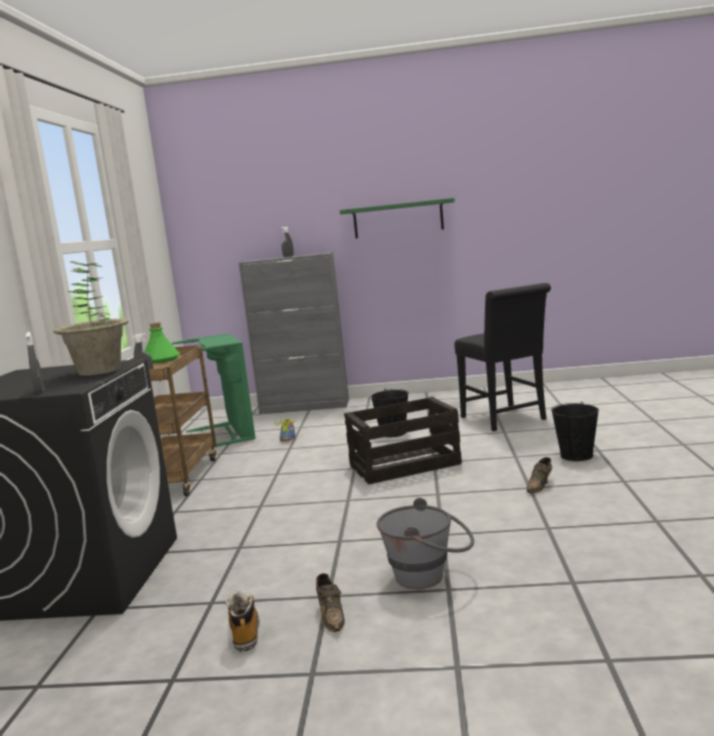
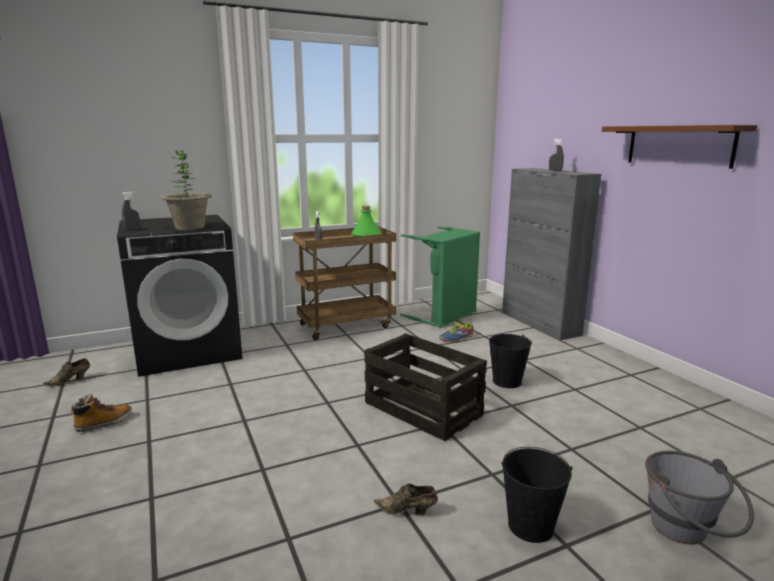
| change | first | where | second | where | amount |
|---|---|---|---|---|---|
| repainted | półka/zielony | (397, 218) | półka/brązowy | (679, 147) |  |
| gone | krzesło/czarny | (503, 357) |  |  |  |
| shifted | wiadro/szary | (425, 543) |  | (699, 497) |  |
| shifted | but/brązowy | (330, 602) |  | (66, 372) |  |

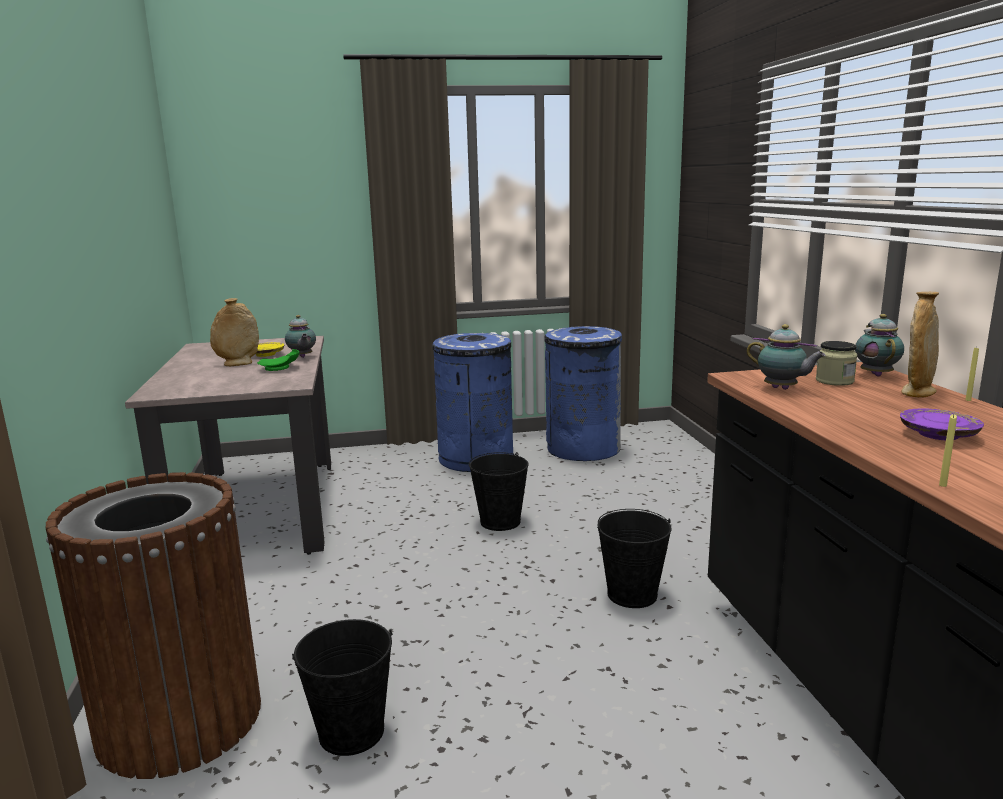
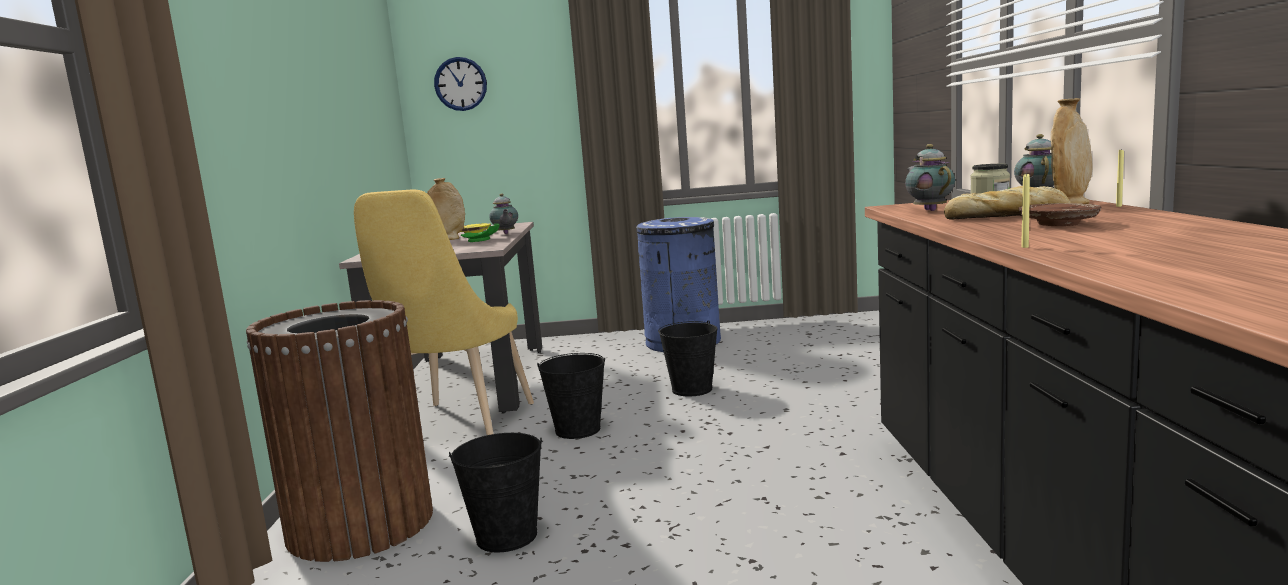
| change | first | where | second | where | amount |
|---|---|---|---|---|---|
| rotated | imbryk | (786, 357) |  | (930, 177) | 150 degrees counterclockwise |
| gone | kosz na śmieci/niebieski | (583, 393) |  |  |  |
| repainted | talerz/fioletowy | (942, 424) | talerz/brązowy | (1060, 214) |  |
| shifted | wiadro/czarny | (634, 558) |  | (571, 396) |  |
| new |  |  | zegar ścienny | (460, 84) |  |
| new |  |  | chleb | (1007, 203) |  |
| new |  |  | krzesło/żółty | (444, 312) |  |

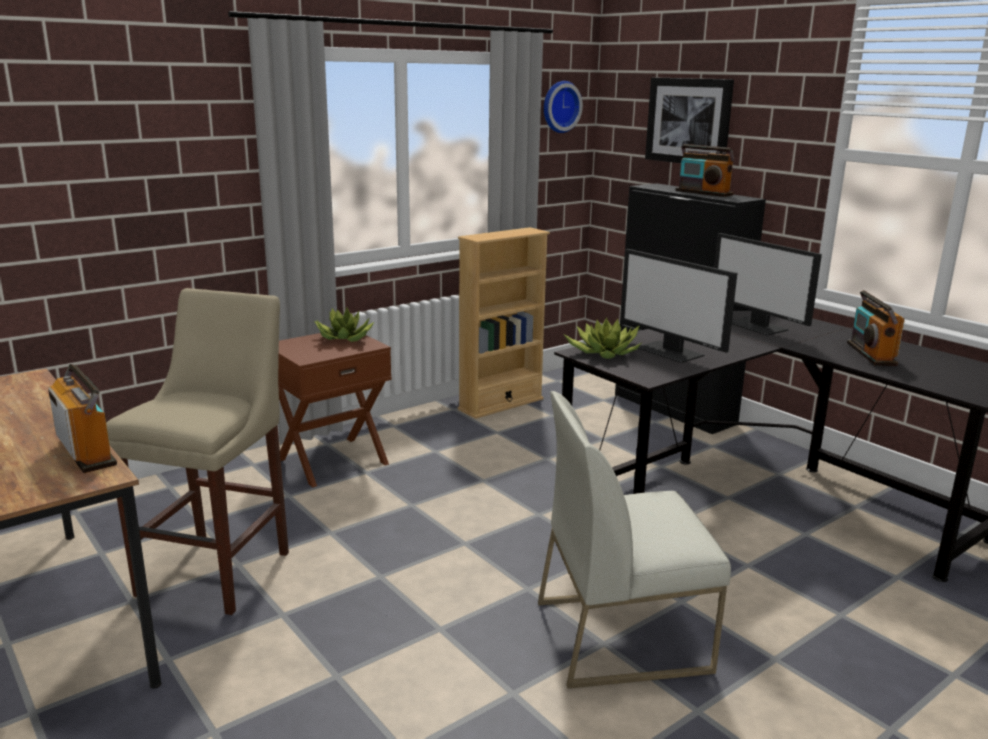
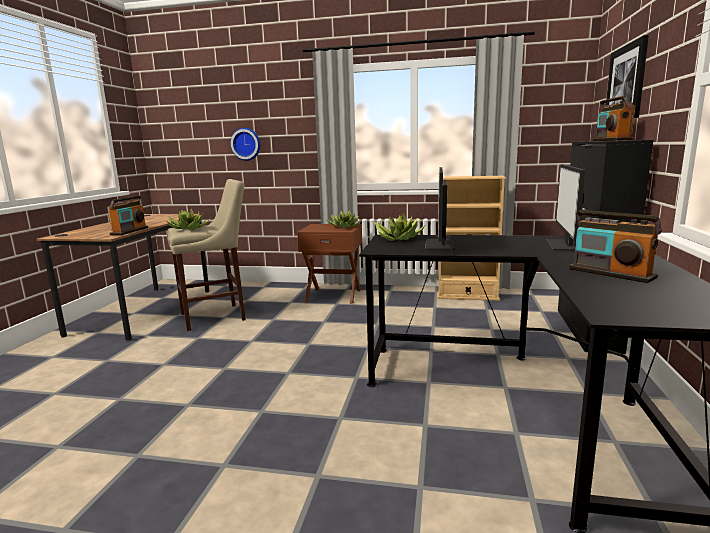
| change | first | where | second | where | amount |
|---|---|---|---|---|---|
| shifted | zegar ścienny | (563, 107) |  | (246, 144) |  |
| rotated | radio | (876, 328) |  | (615, 246) | 90 degrees counterclockwise |
| gone | krzesło/biały | (634, 540) |  |  |  |
| new |  |  | roślina doniczkowa | (188, 219) |  |

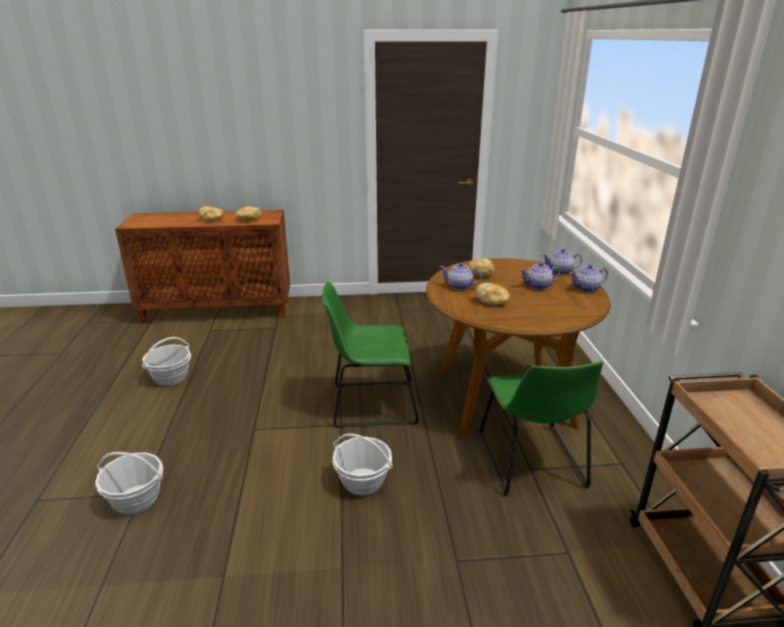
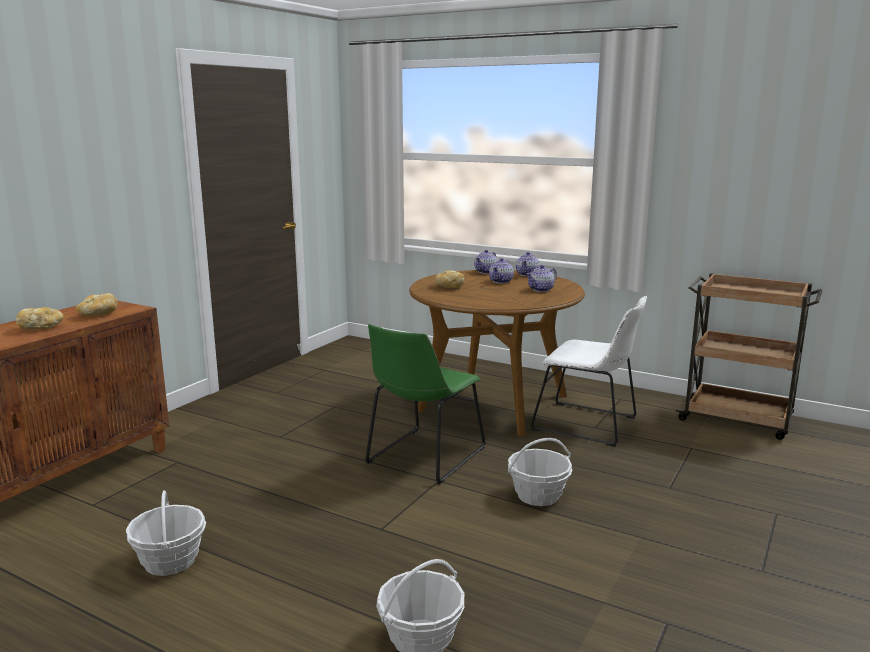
| change | first | where | second | where | amount |
|---|---|---|---|---|---|
| shifted | imbryk | (461, 276) |  | (541, 278) |  |
| gone | chleb | (492, 294) |  |  |  |
| repainted | krzesło/zielony | (541, 428) | krzesło/biały | (588, 371) |  |

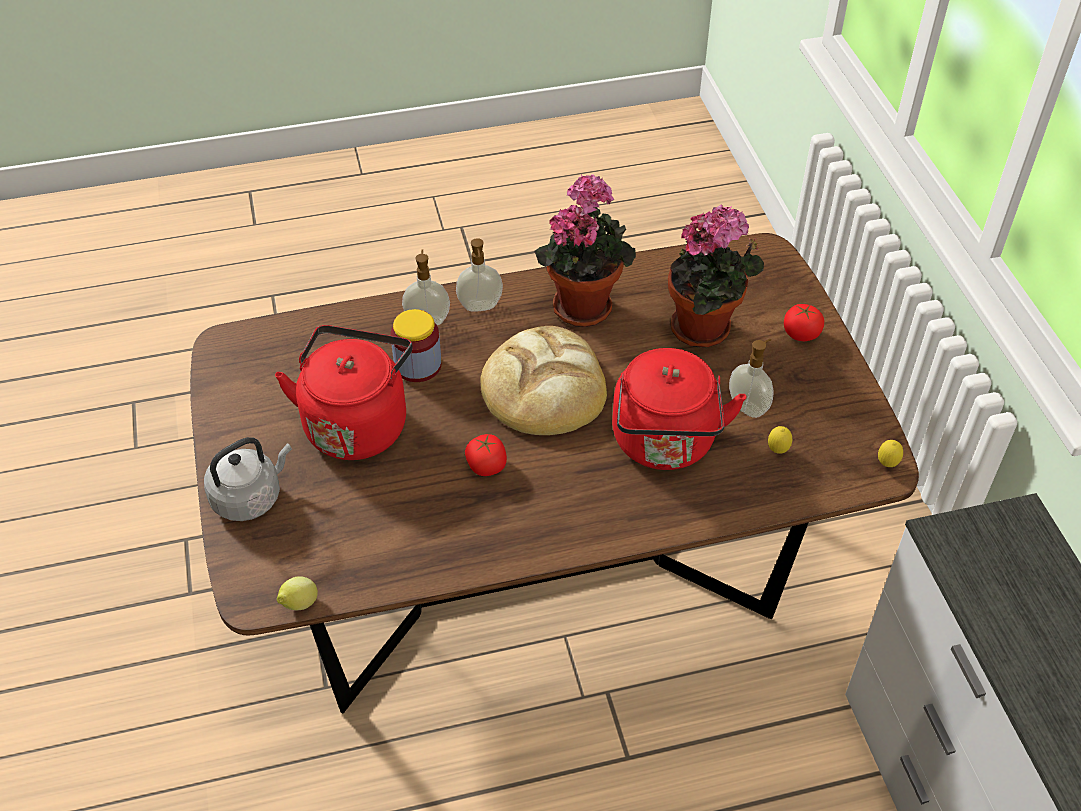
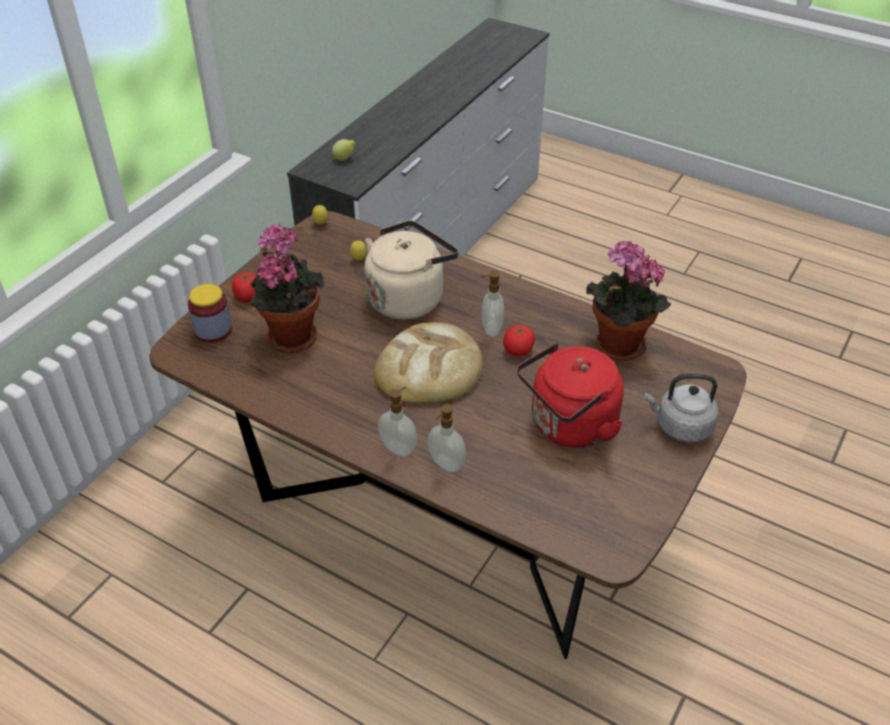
| change | first | where | second | where | amount |
|---|---|---|---|---|---|
| shifted | roślina doniczkowa | (585, 250) |  | (628, 301) |  |
| shifted | słoik | (415, 345) |  | (210, 313) |  |
| shifted | dozownik mydła | (751, 378) |  | (492, 304) |  |
| repainted | czajnik/czerwony | (679, 409) | czajnik/beżowy | (412, 269) |  |
| shifted | cytryna | (297, 593) |  | (344, 150) |  |

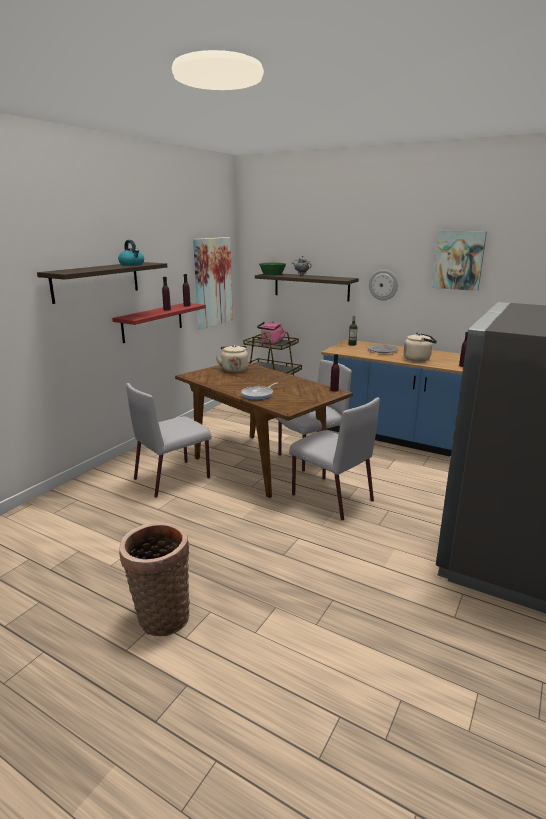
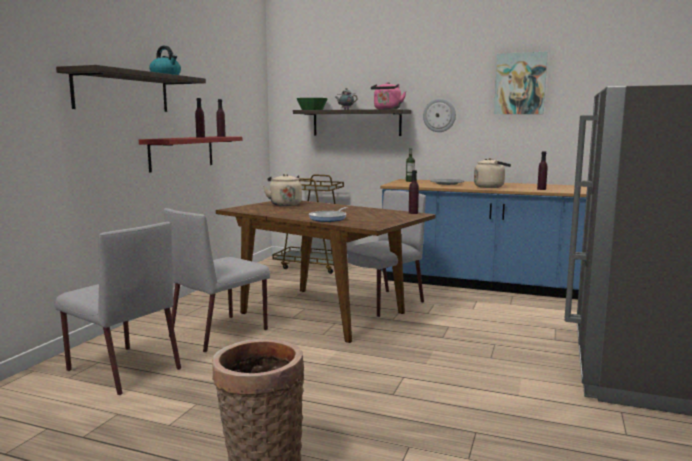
| change | first | where | second | where | amount |
|---|---|---|---|---|---|
| gone | obraz | (213, 283) |  |  |  |
| shifted | czajnik/różowy | (271, 332) |  | (388, 95) |  |
| shifted | krzesło/szary | (334, 458) |  | (118, 308) |  |

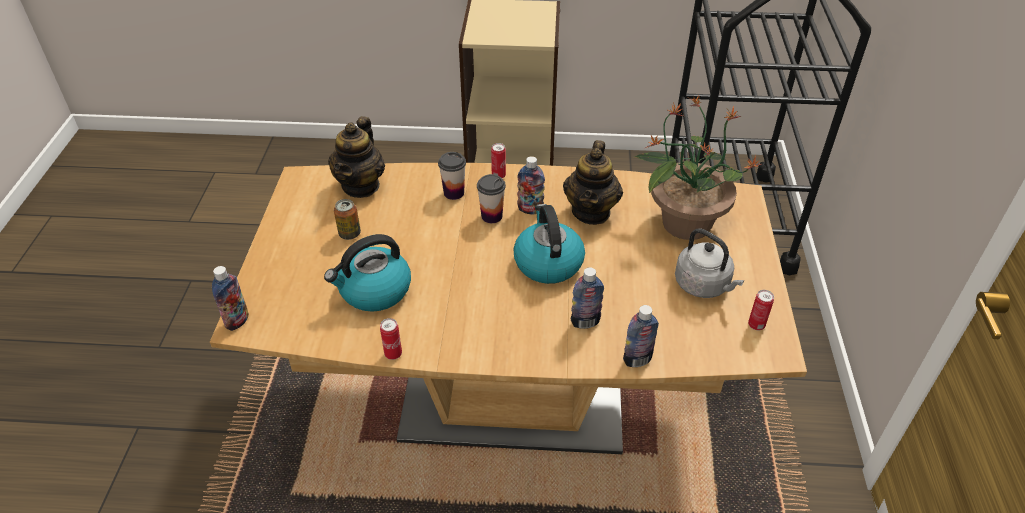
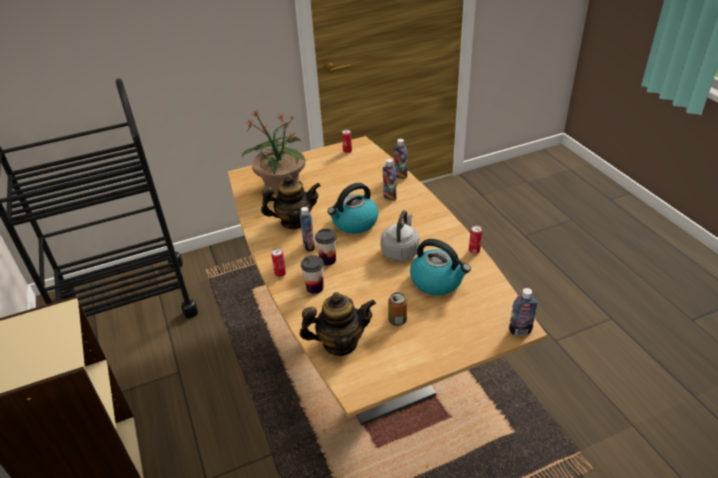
| change | first | where | second | where | amount |
|---|---|---|---|---|---|
| shifted | czajnik/szary | (709, 263) |  | (400, 235) |  |

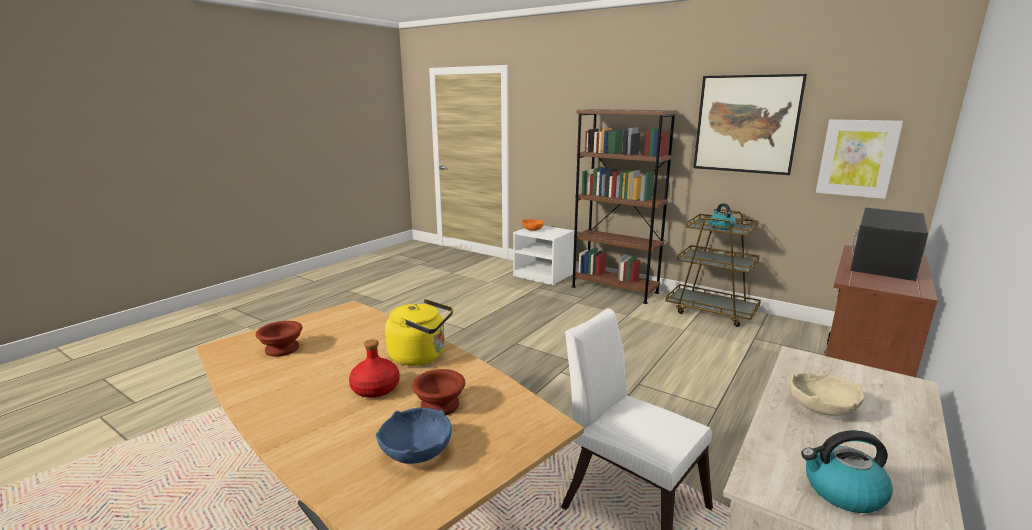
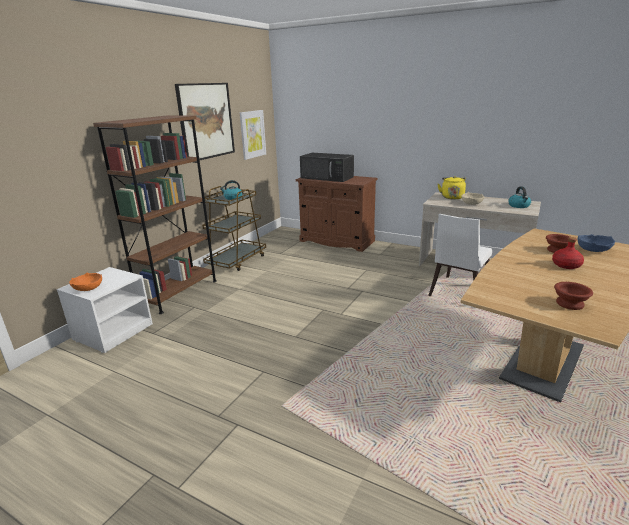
| change | first | where | second | where | amount |
|---|---|---|---|---|---|
| shifted | czajnik/żółty | (419, 332) |  | (452, 187) |  |

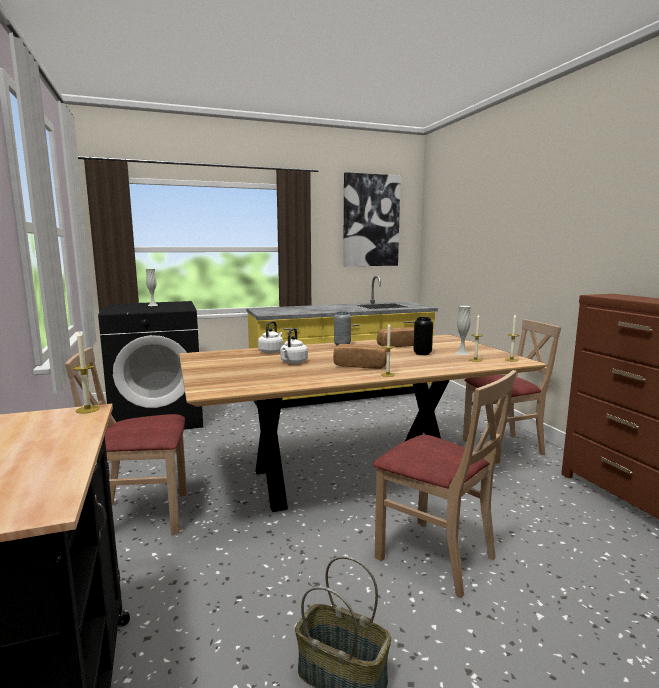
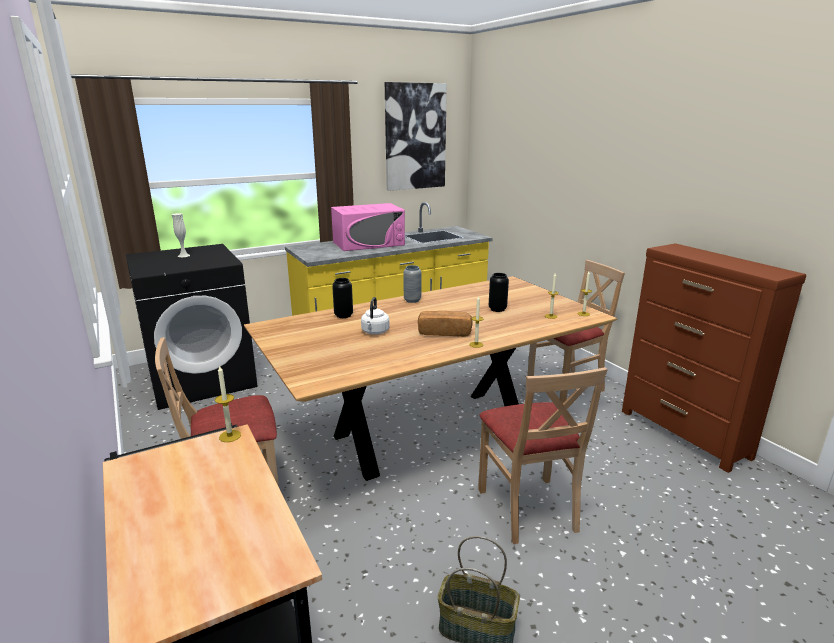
| change | first | where | second | where | amount |
|---|---|---|---|---|---|
| gone | wazon/biały | (463, 330) |  |  |  |
| swapped | czajnik/biały | (270, 337) | wazon/czarny | (342, 298) |  |
| gone | chleb | (395, 337) |  |  |  |
| rotated | krzesło/beżowy | (445, 484) |  | (543, 455) | 45 degrees clockwise |
| new |  |  | mikrofalówka/różowy | (368, 227) |  |

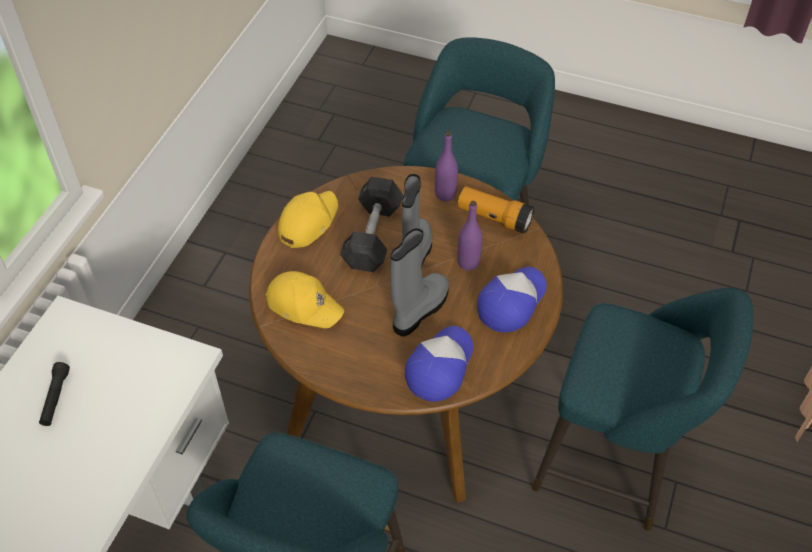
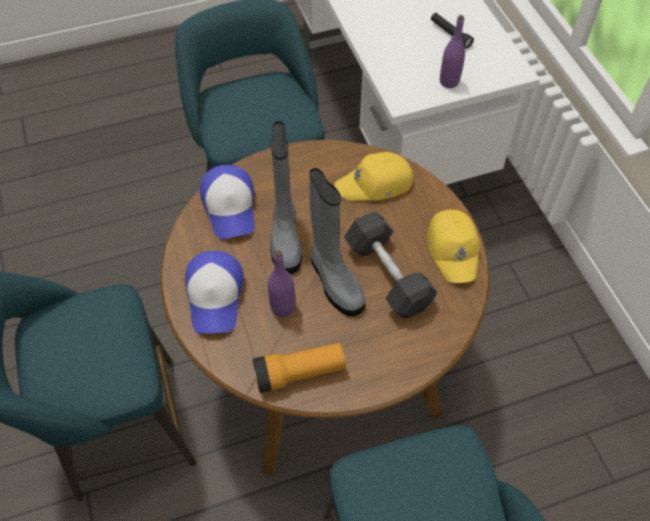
| change | first | where | second | where | amount |
|---|---|---|---|---|---|
| shifted | butelka/fioletowy | (446, 167) |  | (452, 51) |  |

